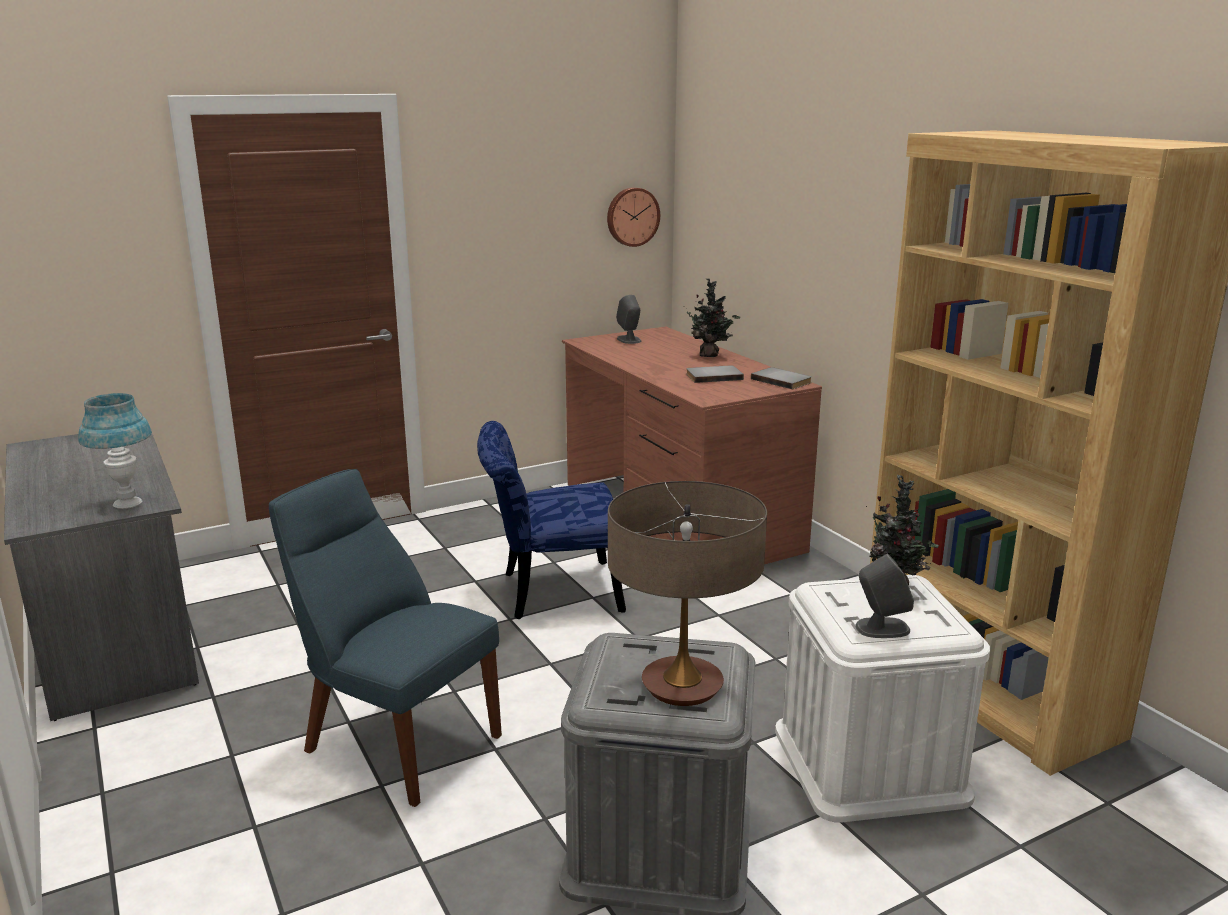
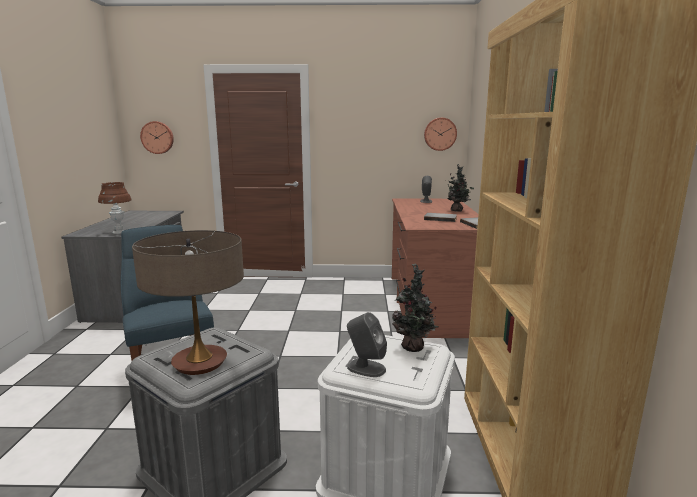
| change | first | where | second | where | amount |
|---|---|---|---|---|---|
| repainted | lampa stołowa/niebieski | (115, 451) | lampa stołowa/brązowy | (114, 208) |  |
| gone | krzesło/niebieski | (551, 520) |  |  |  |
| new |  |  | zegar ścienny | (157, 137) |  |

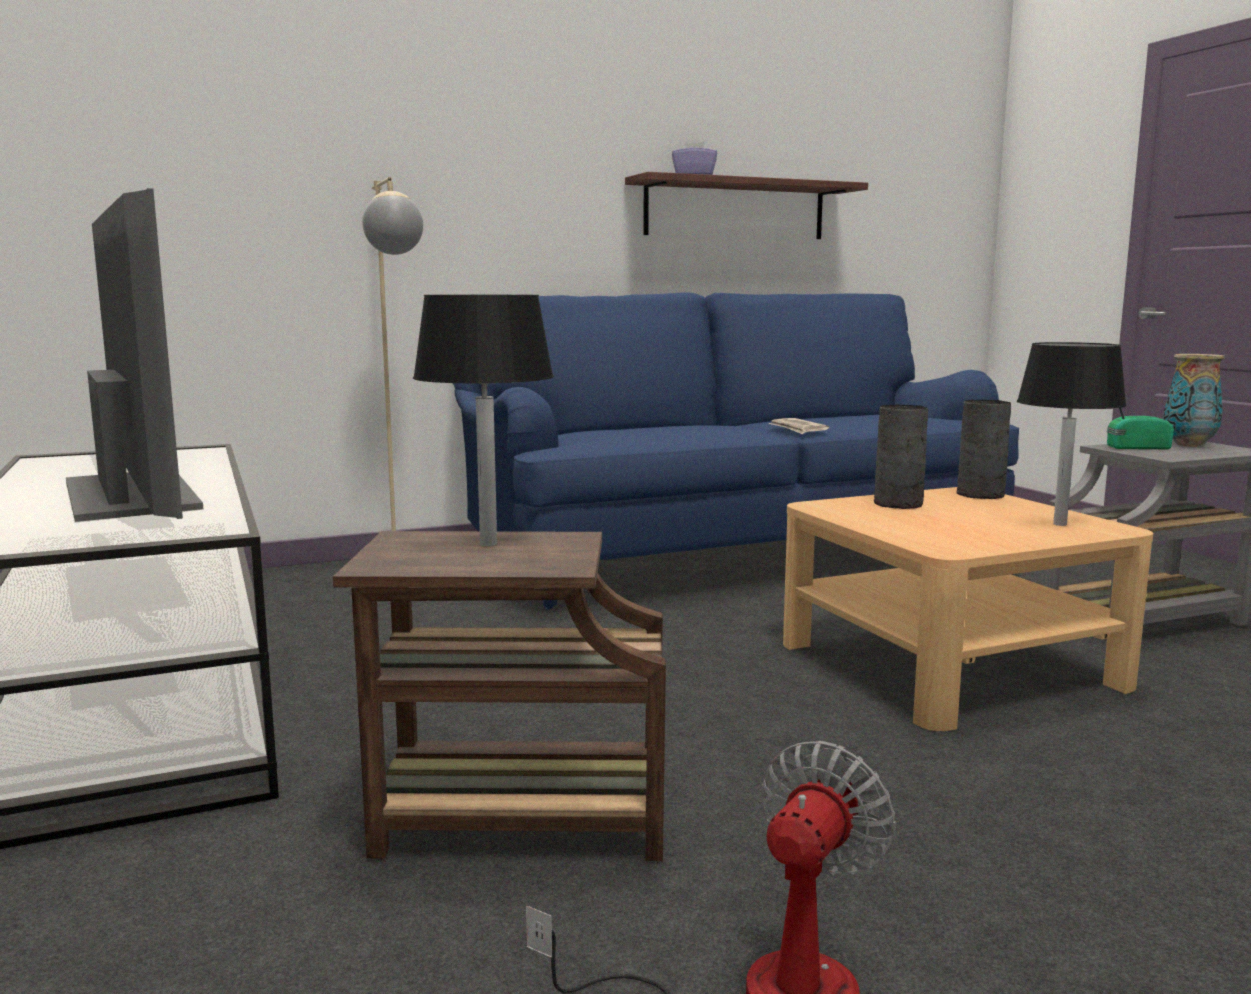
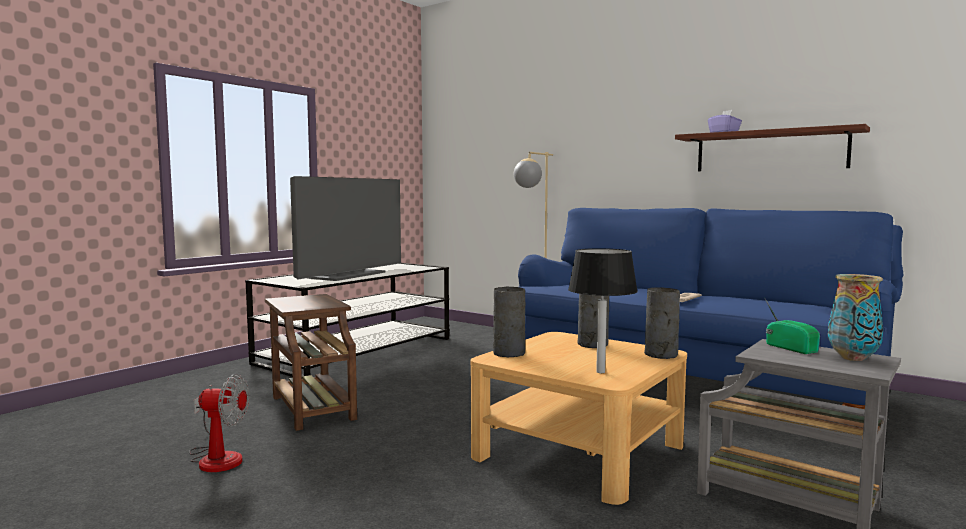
| change | first | where | second | where | amount |
|---|---|---|---|---|---|
| gone | lampa stołowa/czarny | (483, 420) |  |  |  |
| new |  |  | wazon/szary | (509, 322) |  |

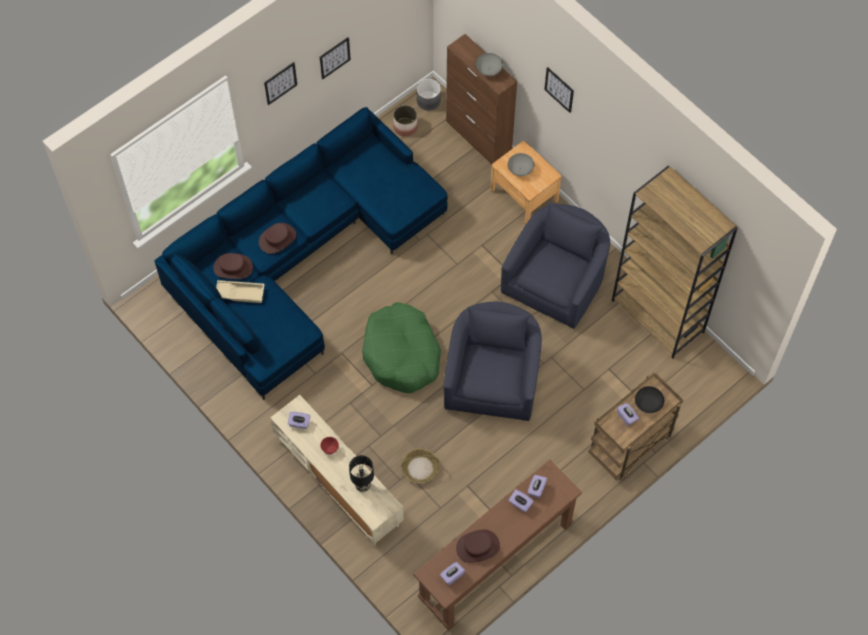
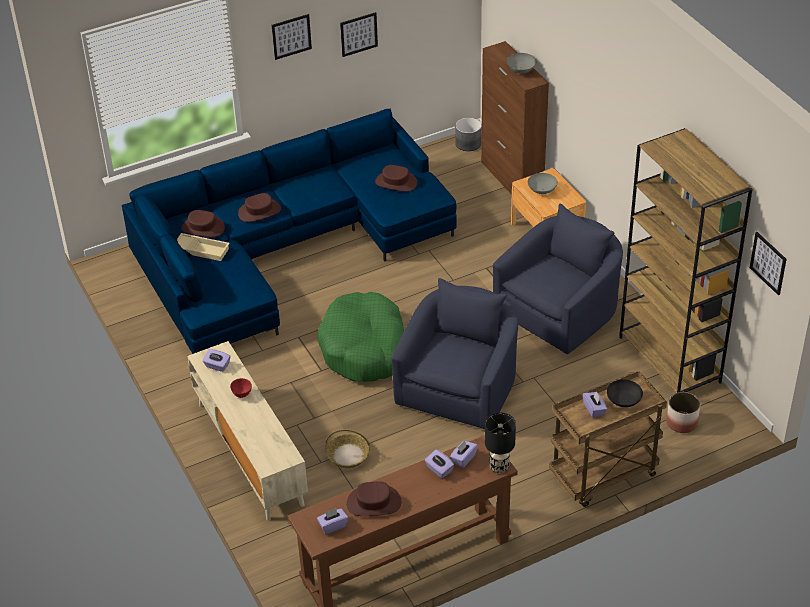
| change | first | where | second | where | amount |
|---|---|---|---|---|---|
| shifted | obraz | (559, 90) |  | (768, 263) |  |
| shifted | donica | (405, 121) |  | (683, 412) |  |
| shifted | lampa stołowa/czarny | (361, 473) |  | (500, 442) |  |
| new |  |  | kapelusz/brązowy | (396, 178) |  |

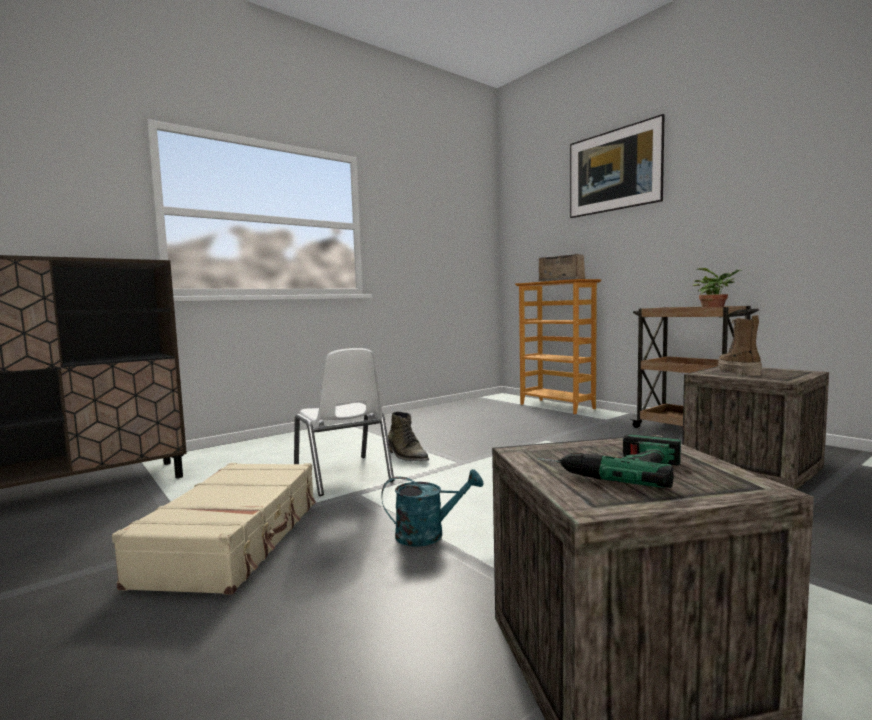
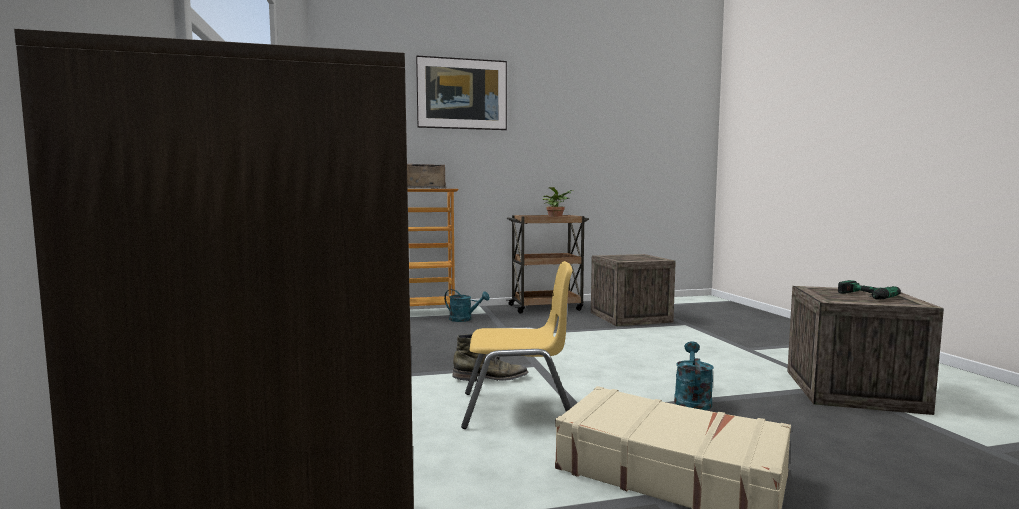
| change | first | where | second | where | amount |
|---|---|---|---|---|---|
| gone | but z cholewką | (740, 345) |  |  |  |
| repainted | krzesło/biały | (344, 422) | krzesło/żółty | (516, 345) |  |
| new |  |  | konewka/turkusowy | (467, 305) |  |

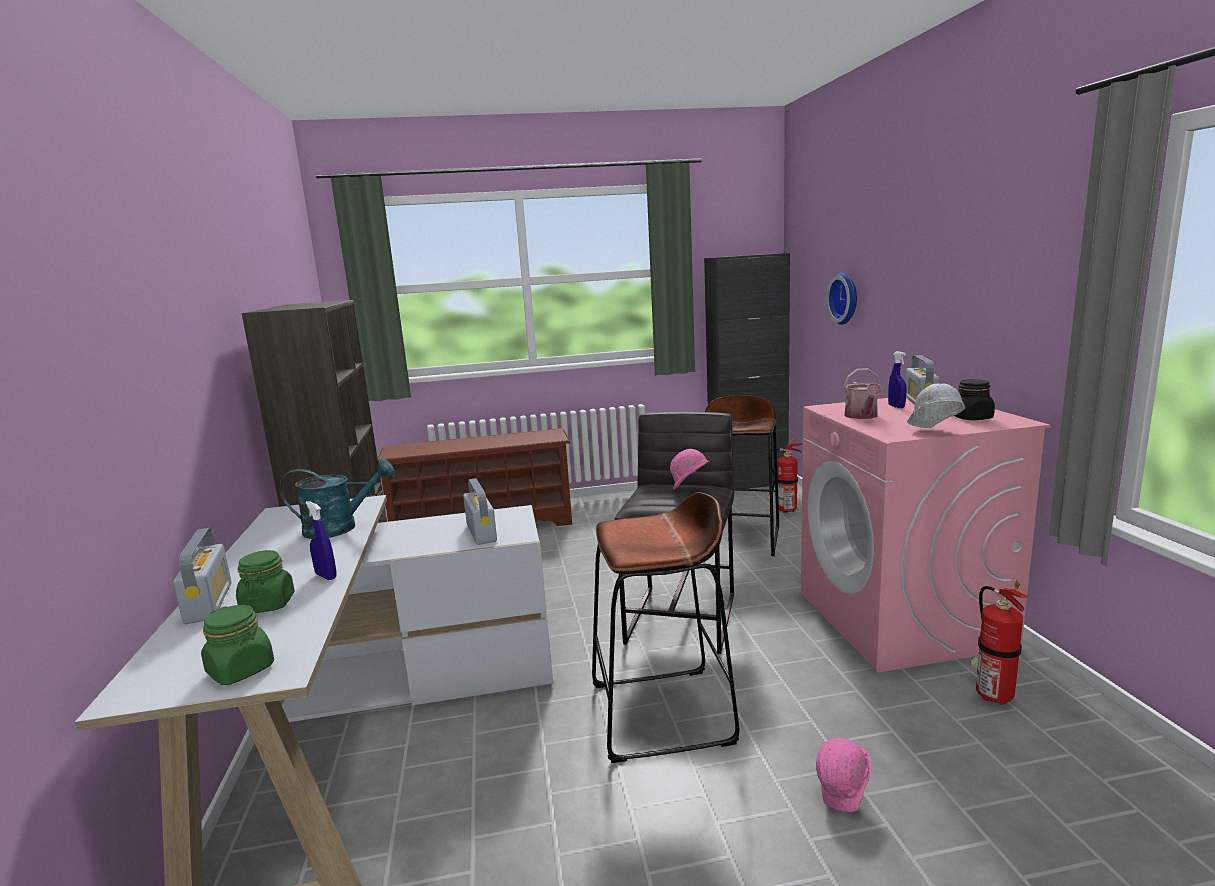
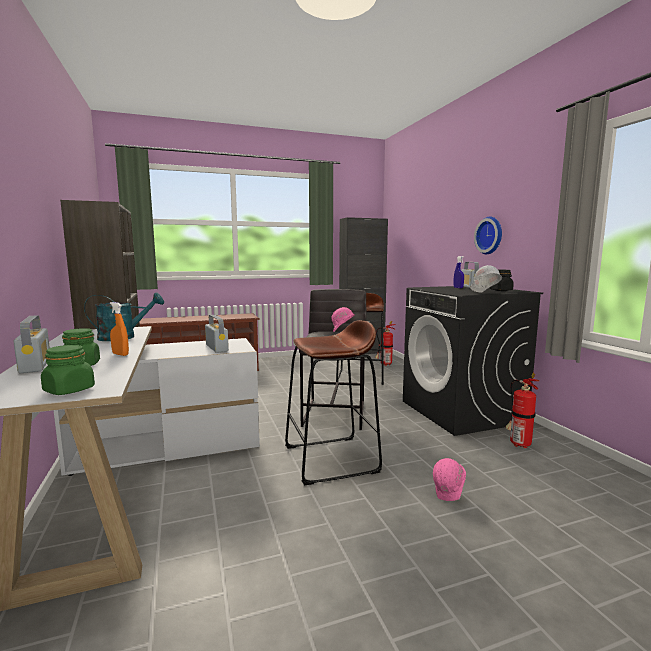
| change | first | where | second | where | amount |
|---|---|---|---|---|---|
| shifted | zegar ścienny | (841, 299) |  | (488, 235) |  |
| gone | konewka | (863, 393) |  |  |  |
| repainted | pralka/różowy | (925, 535) | pralka/czarny | (473, 361) |  |
| repainted | spryskiwacz/niebieski | (321, 540) | spryskiwacz/pomarańczowy | (119, 329) |  |

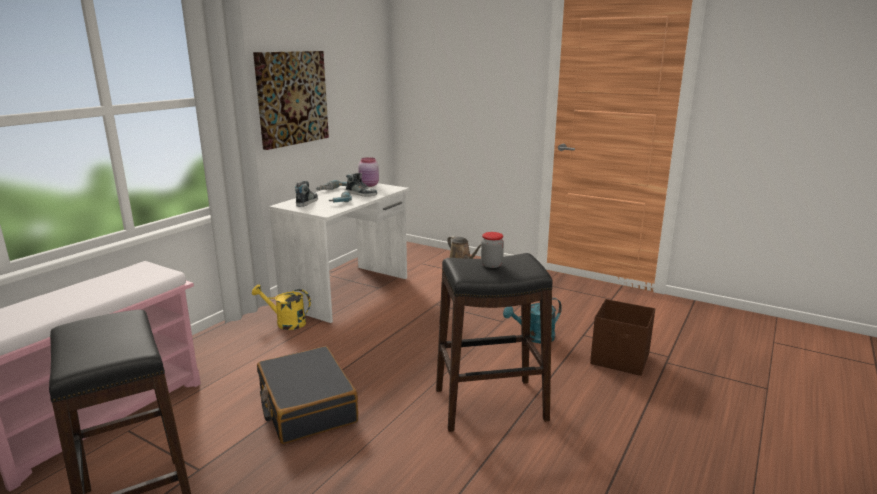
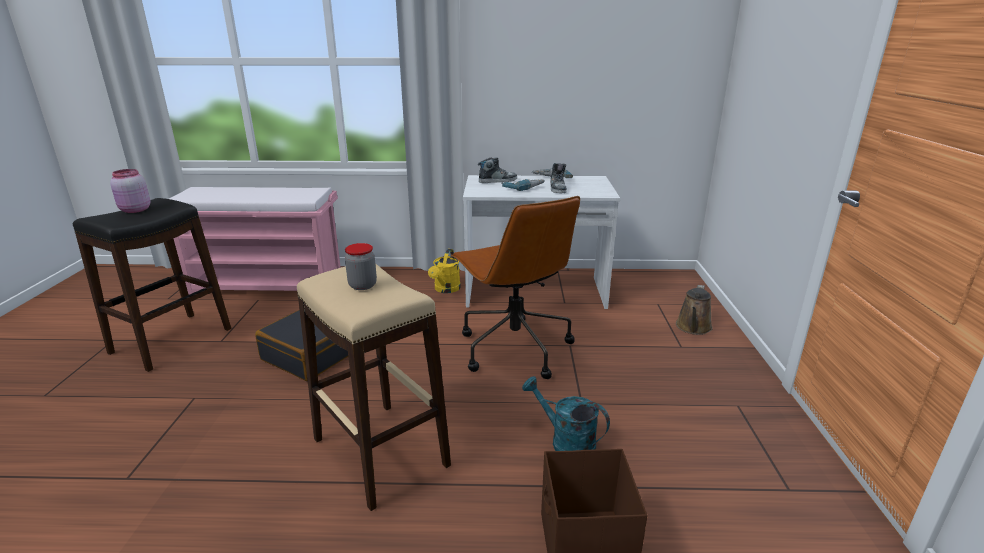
| change | first | where | second | where | amount |
|---|---|---|---|---|---|
| gone | obraz | (291, 100) |  |  |  |
| shifted | słoik/różowy | (368, 172) |  | (130, 191) |  |
| repainted | stołek/czarny | (494, 342) | stołek/beżowy | (374, 387) |  |
| rotated | konewka/żółty | (281, 307) |  | (444, 271) | 150 degrees counterclockwise |
| new |  |  | krzesło biurowe/brązowy | (515, 287) |  |

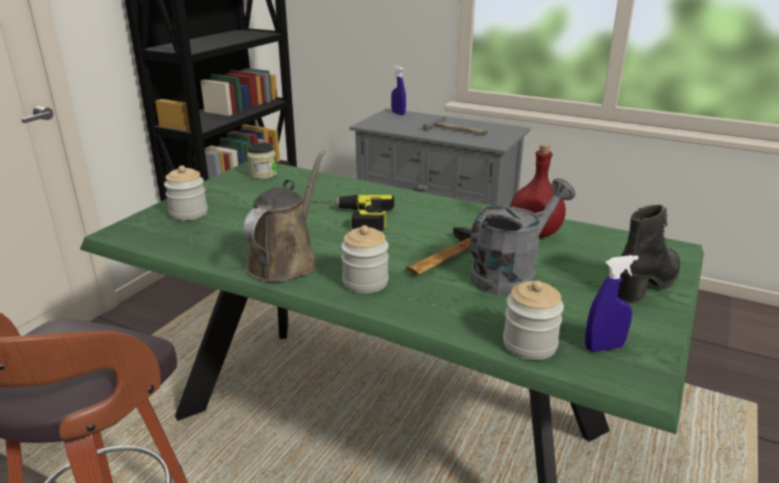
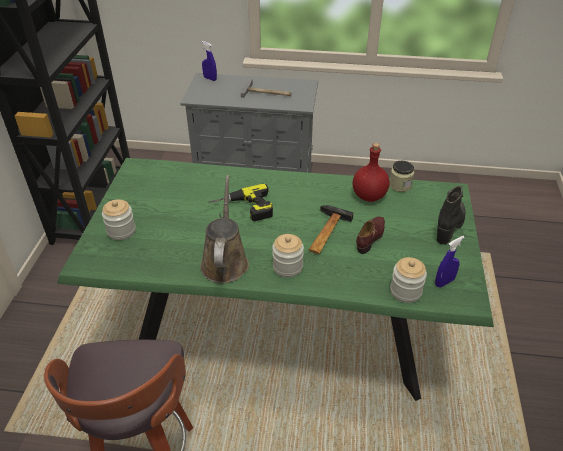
| change | first | where | second | where | amount |
|---|---|---|---|---|---|
| shifted | słoik | (262, 161) |  | (401, 176) |  |
| swapped | konewka/szary | (522, 237) | but/brązowy | (370, 235) |  |

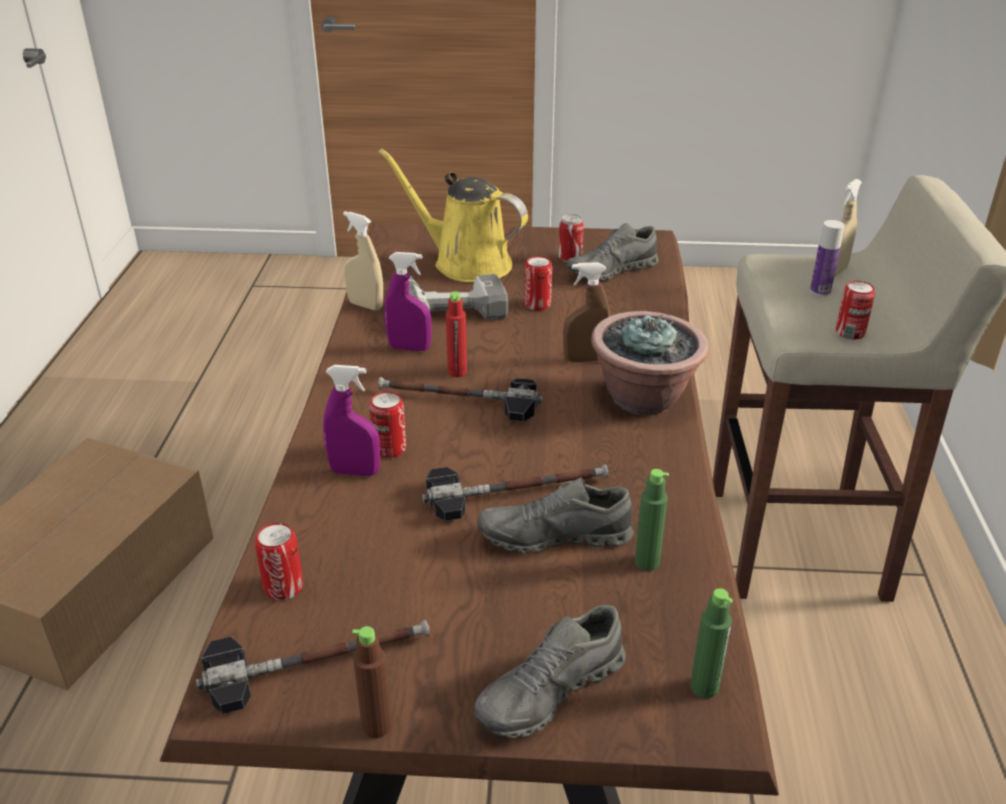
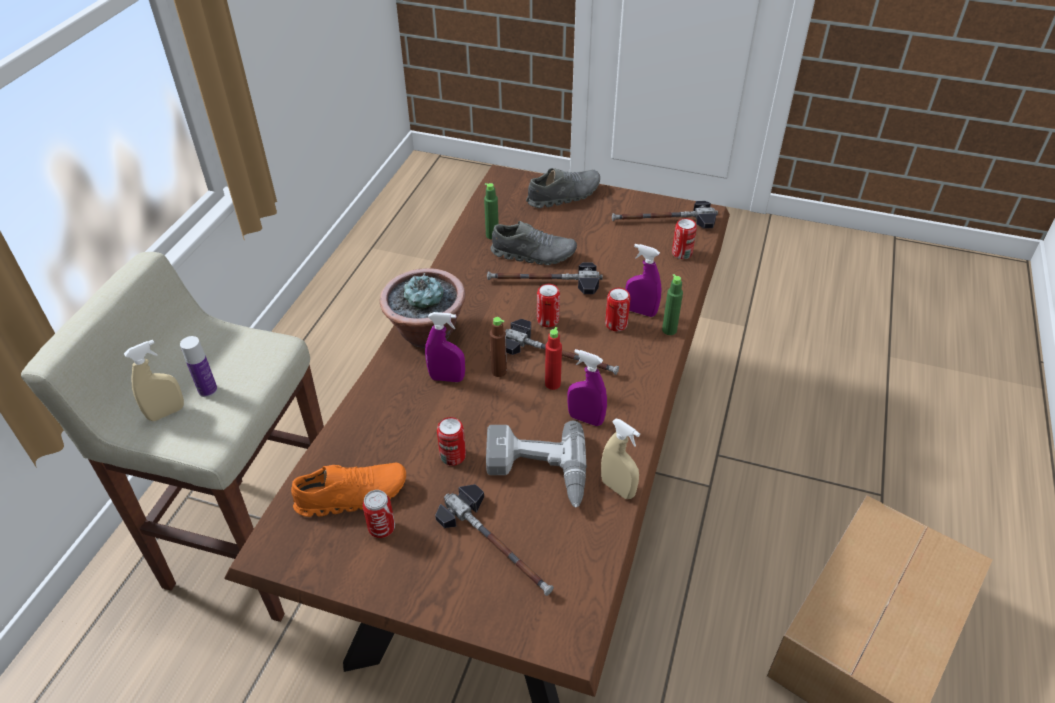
| change | first | where | second | where | amount |
|---|---|---|---|---|---|
| swapped | konewka/żółty | (453, 215) | młotek | (494, 540) |  |
| repainted | but/szary | (613, 252) | but/pomarańczowy | (348, 490) |  |
| repainted | spryskiwacz/brązowy | (587, 312) | spryskiwacz/fioletowy | (445, 347) |  |
| shifted | puszka | (855, 310) |  | (548, 305) |  |
| shifted | butelka/zielony | (711, 643) |  | (672, 304) |  |
| shifted | butelka/brązowy | (372, 682) |  | (498, 347) |  |

